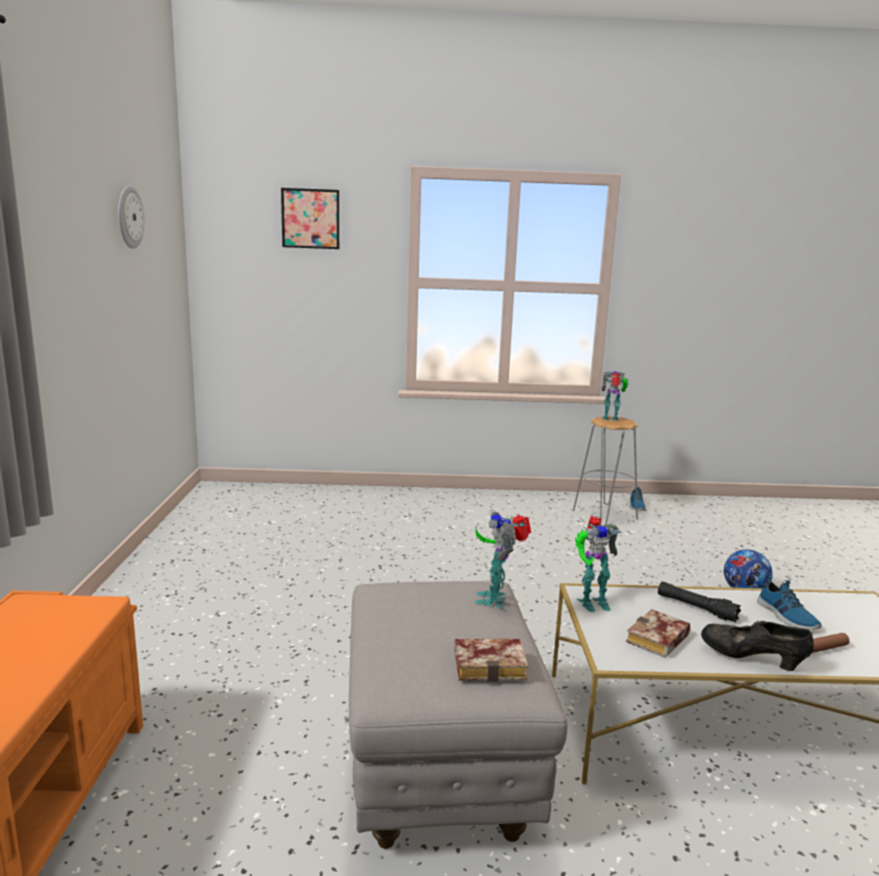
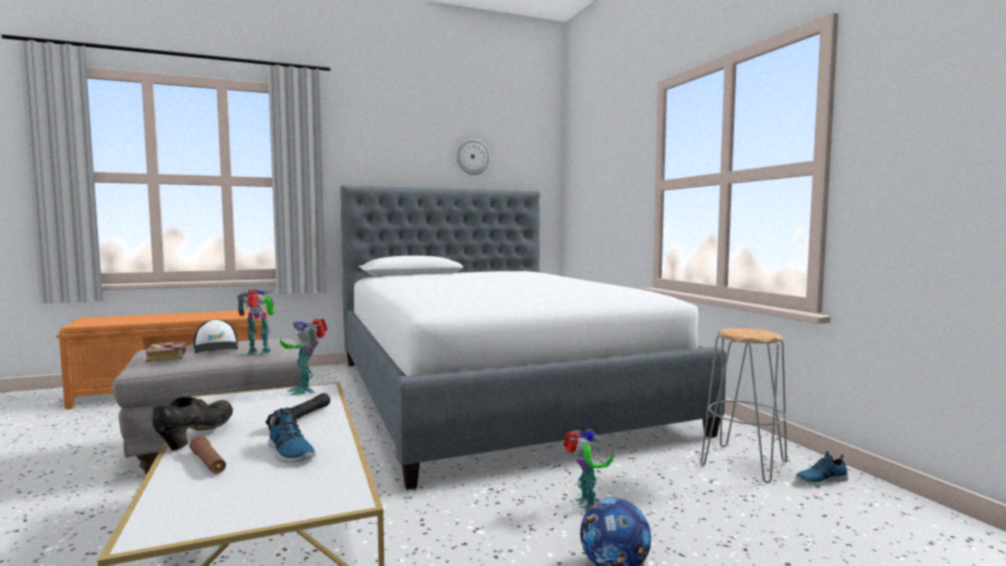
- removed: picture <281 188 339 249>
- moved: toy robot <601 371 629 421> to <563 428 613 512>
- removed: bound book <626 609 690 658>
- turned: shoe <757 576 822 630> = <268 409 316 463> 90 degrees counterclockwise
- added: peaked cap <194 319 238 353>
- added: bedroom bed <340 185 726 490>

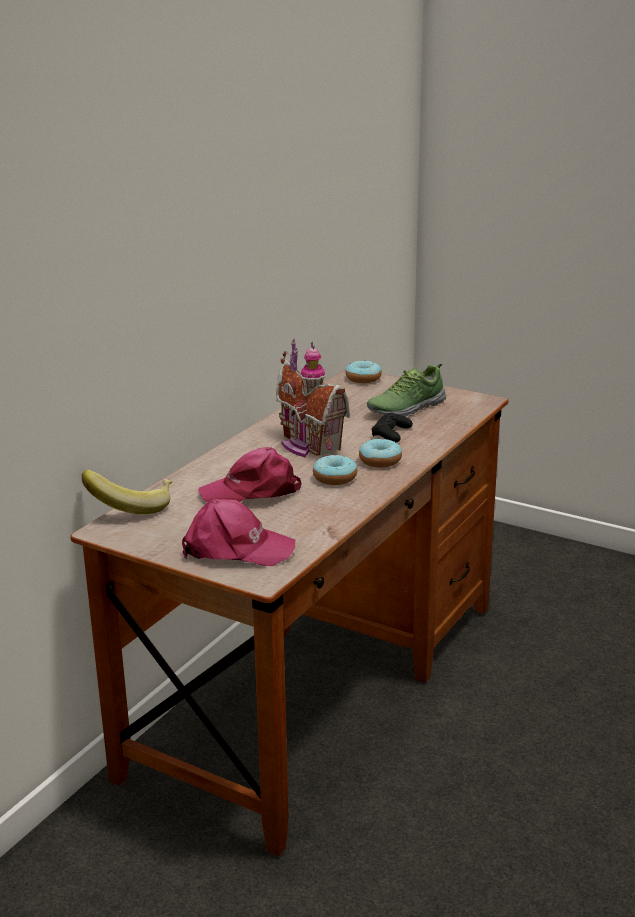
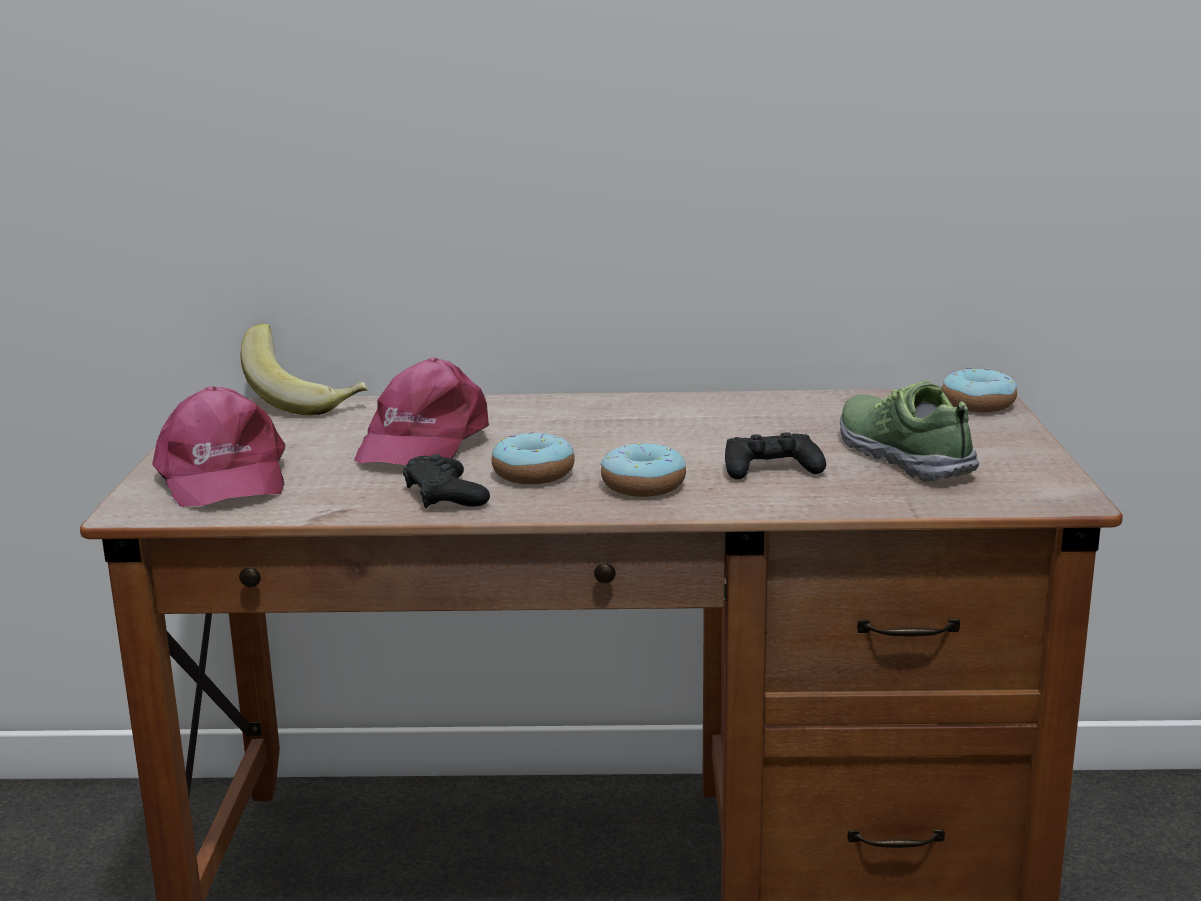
- turned: peaked cap (pinkish) <198 447 301 503> = <354 357 489 465> 120 degrees counterclockwise
- removed: toy house <276 339 350 457>
- turned: shoe <367 364 446 417> = <840 380 979 481> 45 degrees clockwise
- added: joypad (blackish) <403 454 490 509>

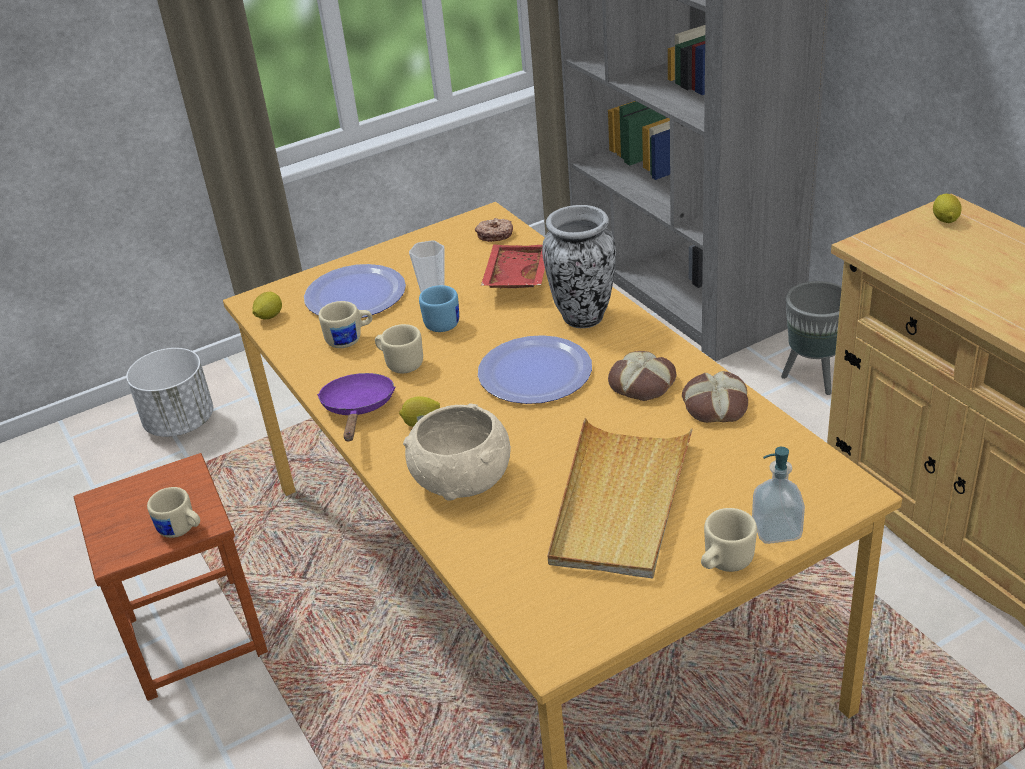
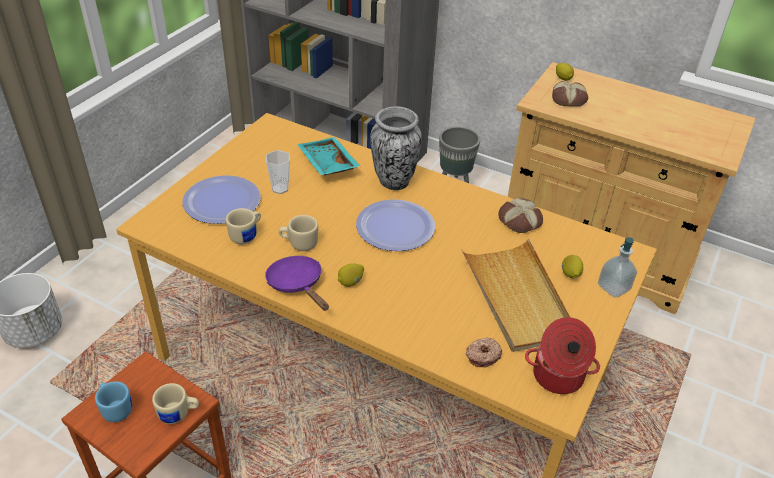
- moved: whole lemon <253 292 282 319> to <562 255 583 278>
- removed: serving bowl (beige) <403 403 511 500>
- moved: mug (bluish) <419 285 459 332> to <95 381 132 422>
- moved: ring doughnut <475 218 513 242> to <466 337 502 367>
- recoloured: tray (red-coloured) <481 245 545 288> to tray (turquoise-coloured) <297 137 361 175>
- moved: bakery bread <608 351 676 401> to <552 80 588 107>
- removed: mug (beige) <701 508 757 572>
- added: cooking pot <525 317 600 394>

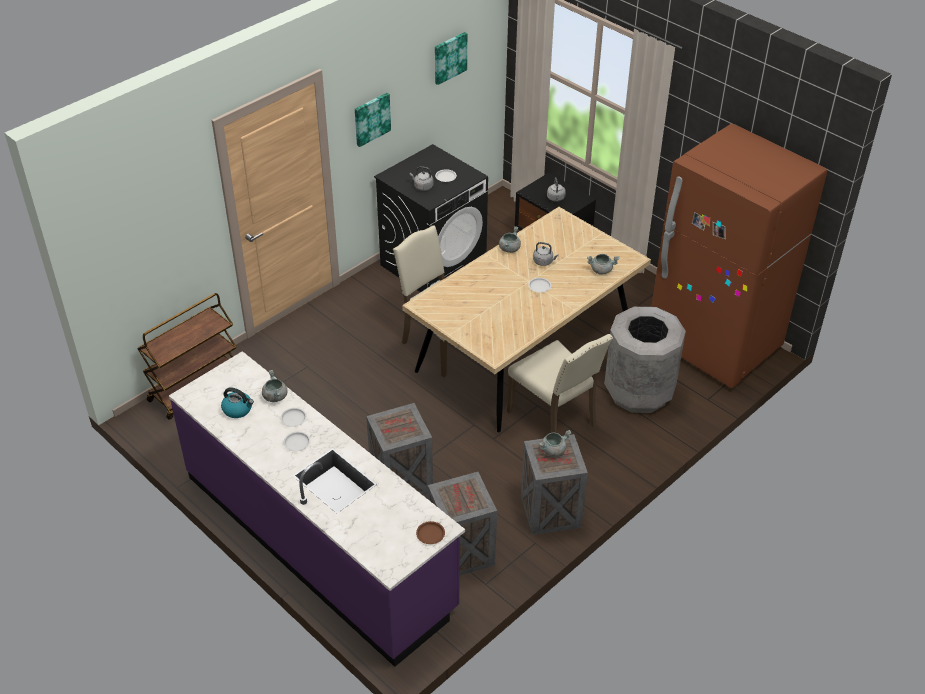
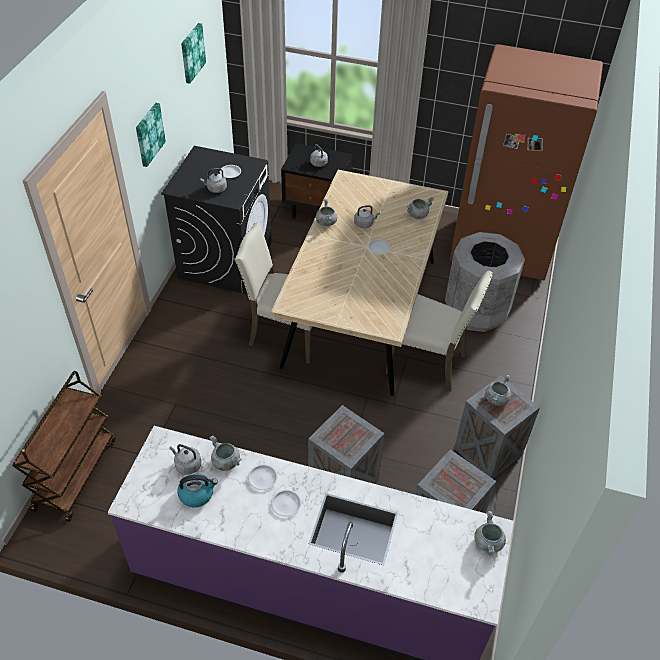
- replaced: plate (brown) <416 521 445 544> to cooking pot (grey) <474 511 506 555>
- added: tea kettle (grey) <169 444 201 475>

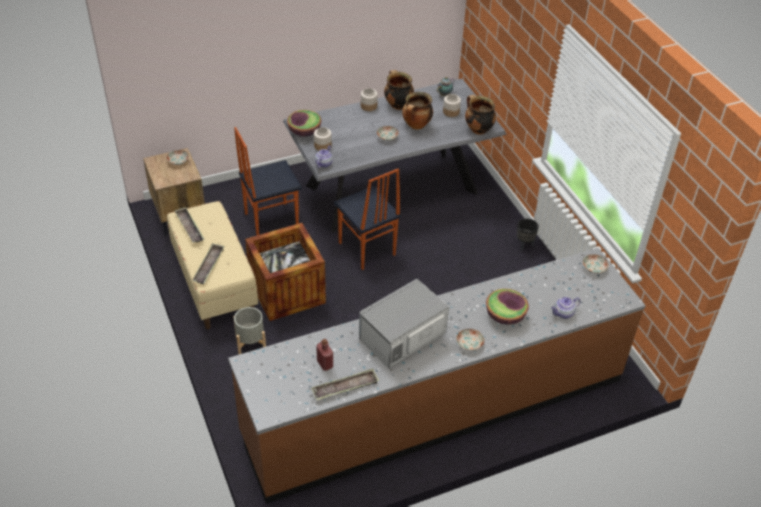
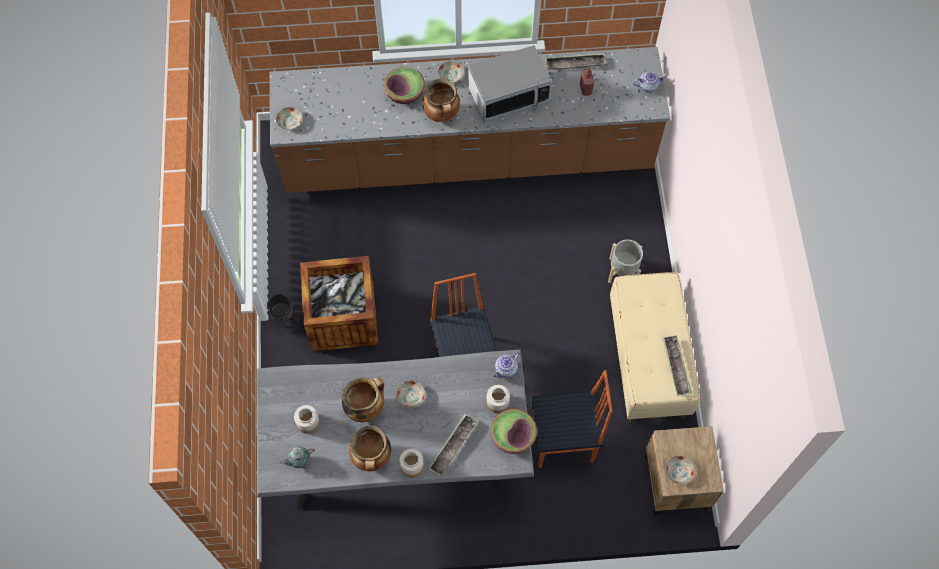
- moved: tray <192 243 224 284> to <429 414 478 477>
- moved: crate <245 223 326 321> to <300 256 379 352>
- moved: cooking pot <465 95 496 135> to <422 78 460 122>
- moved: teapot <551 297 581 319> to <633 72 667 93>

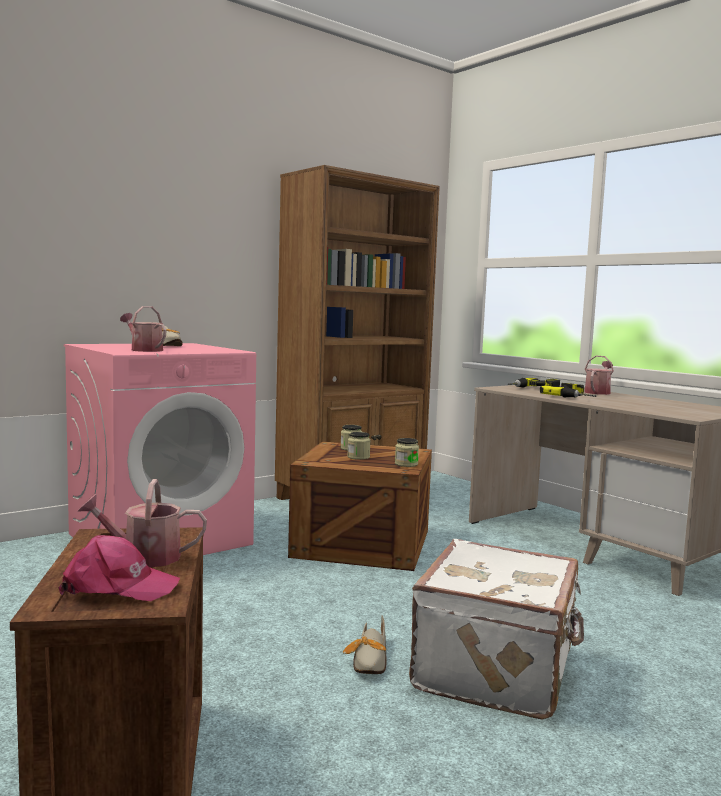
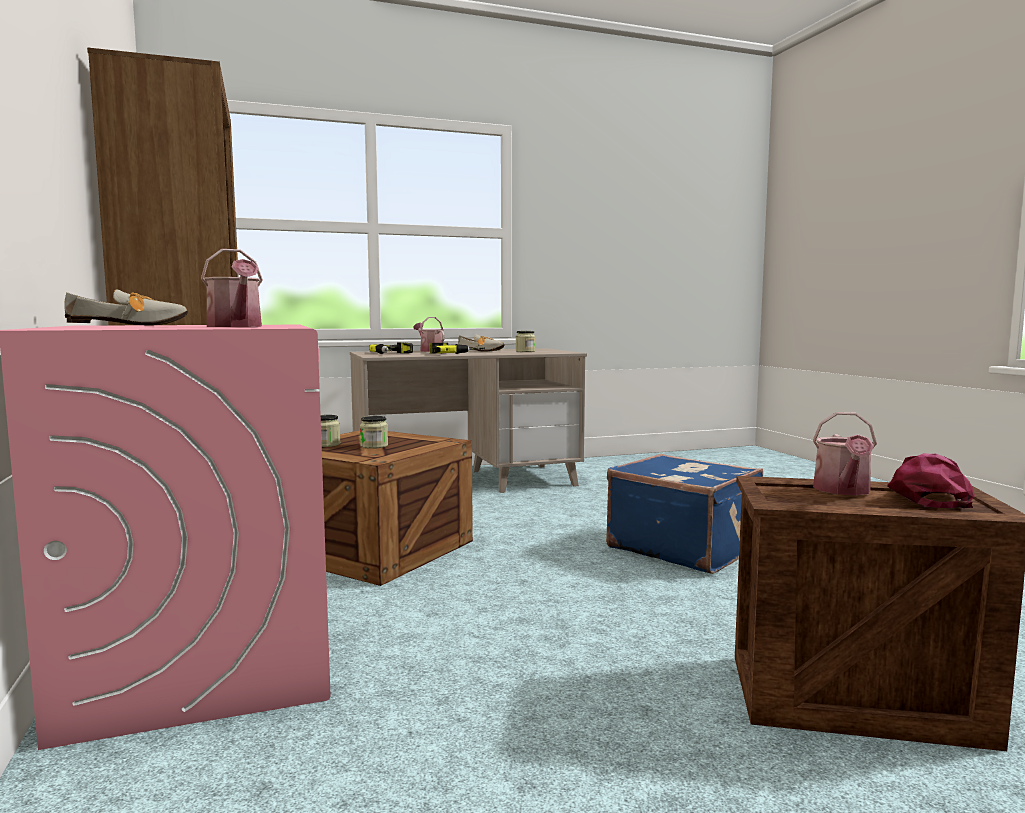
- turned: watering can <120 306 166 352> = <201 249 263 327> 90 degrees counterclockwise
- moved: shoe <343 616 387 674> to <458 334 505 352>
- moved: jar <395 438 419 467> to <516 331 535 352>
- recoloured: piece of luggage (white) <409 539 584 719> to piece of luggage (bluish) <606 454 763 574>

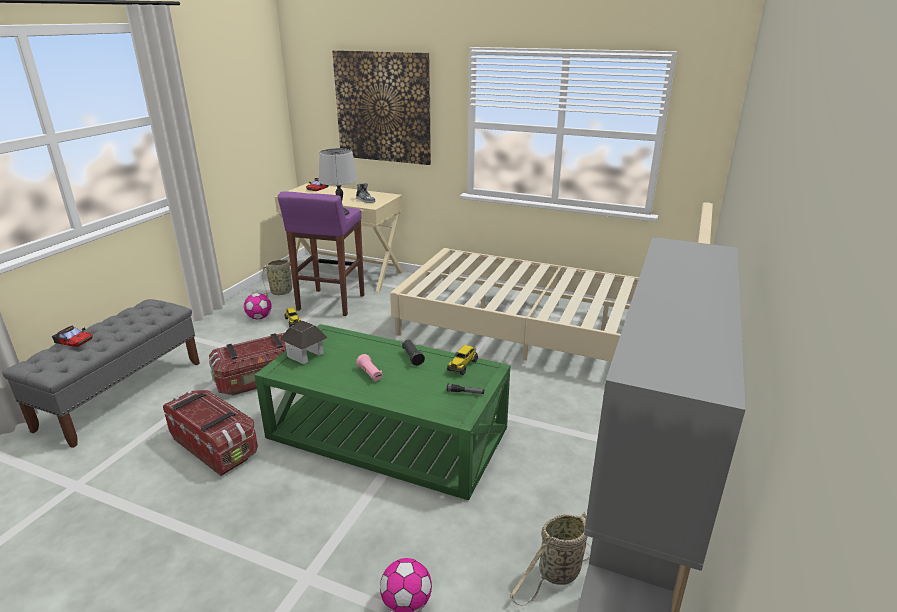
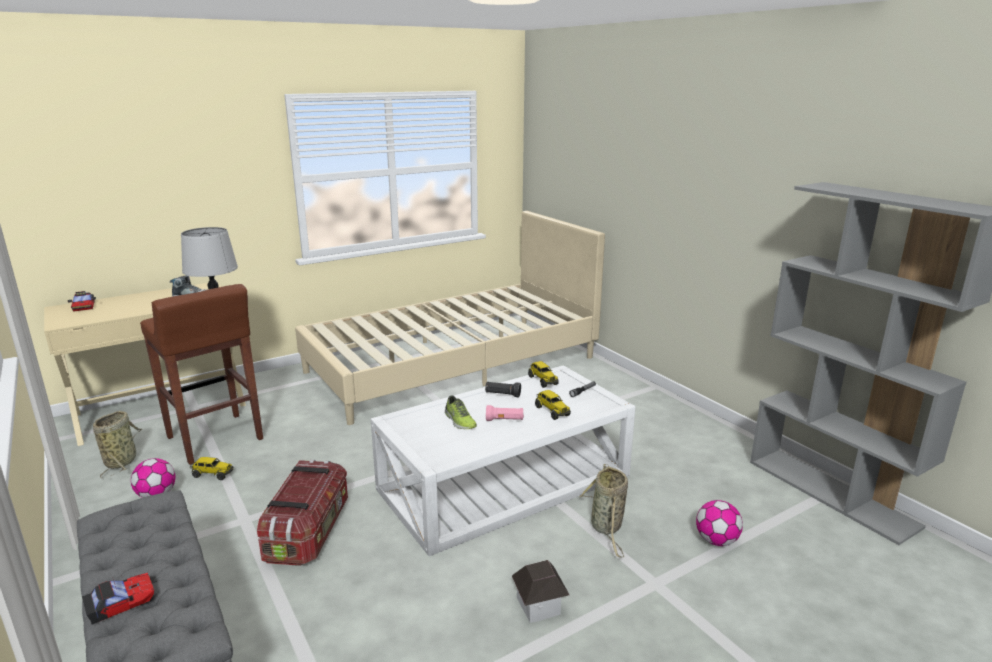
- removed: storage container <163 390 258 476>
- recoloured: lounge table (green-coloured) <255 324 510 500> to lounge table (white) <371 365 635 556>
- recoloured: stool (purple) <277 191 364 316> to stool (brown) <140 284 263 465>
- moved: toy house <280 321 328 364> to <512 560 569 623>
- removed: picture <332 50 431 165>
- moved: basket <510 512 591 606> to <579 464 628 558>
- added: shoe <445 396 477 429>
- added: model truck <535 390 571 420>

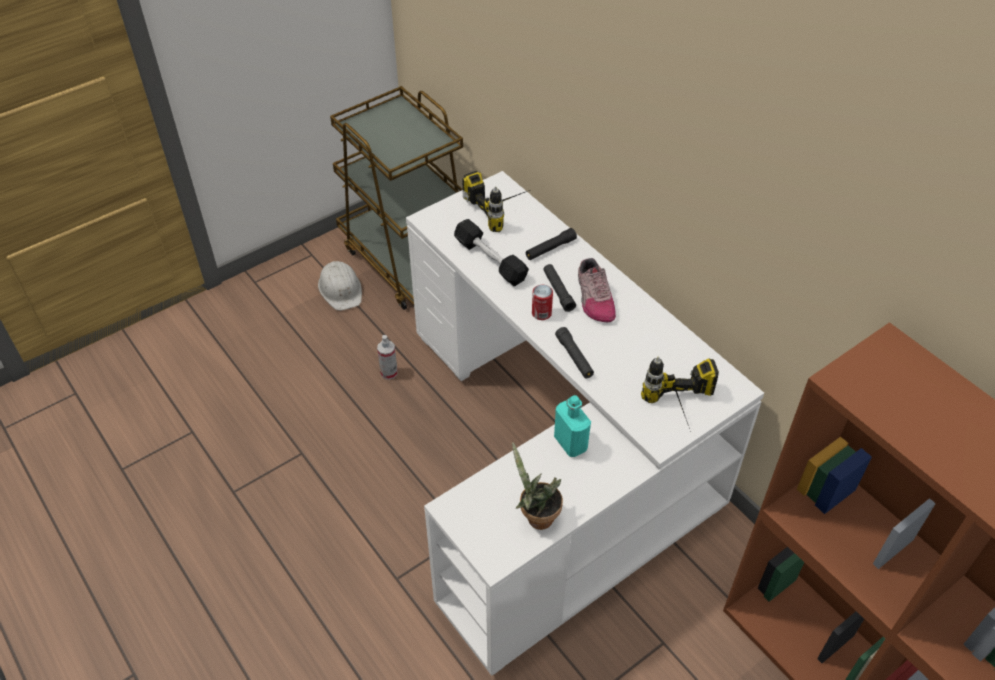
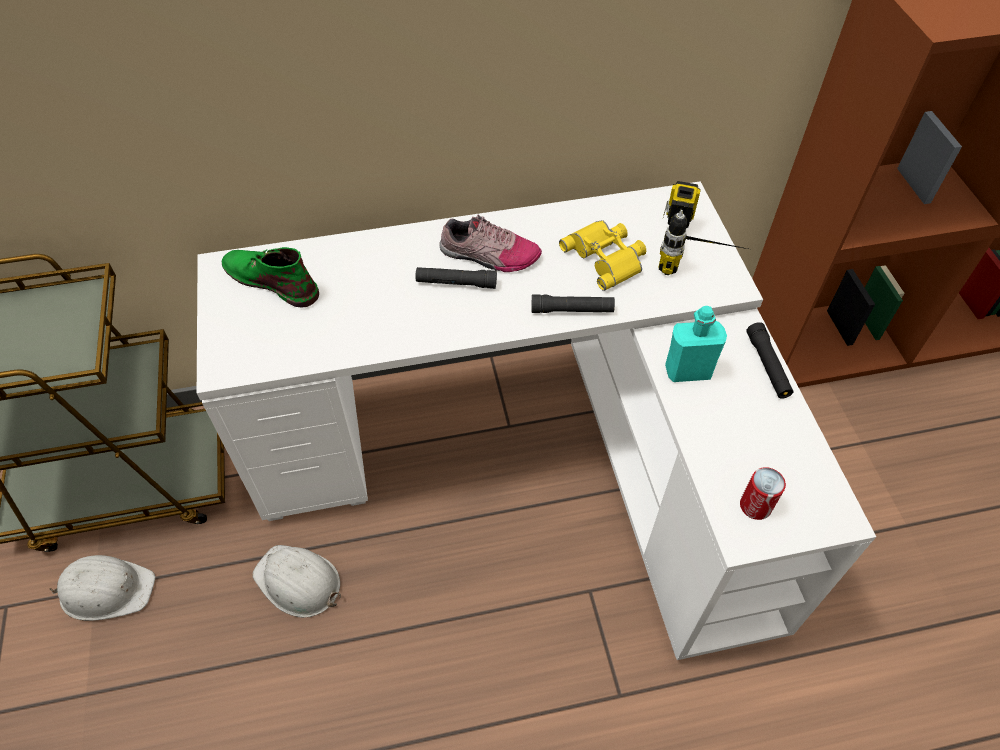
- replaced: spray bottle <377 335 398 380> to hard hat (white) <252 545 341 618>
- removed: hand weight (blackish) <454 219 529 286>
- replaced: electric drill <462 171 530 232> to high-top boot (green-coloured) <222 247 319 307>
- removed: potted plant <512 442 563 530>
- moved: flashlight (blackish) <526 228 577 260> to <746 322 793 399>
- moved: sealed can <532 285 553 320> to <740 467 786 520>
- added: field glasses (yellow) <559 220 646 291>

